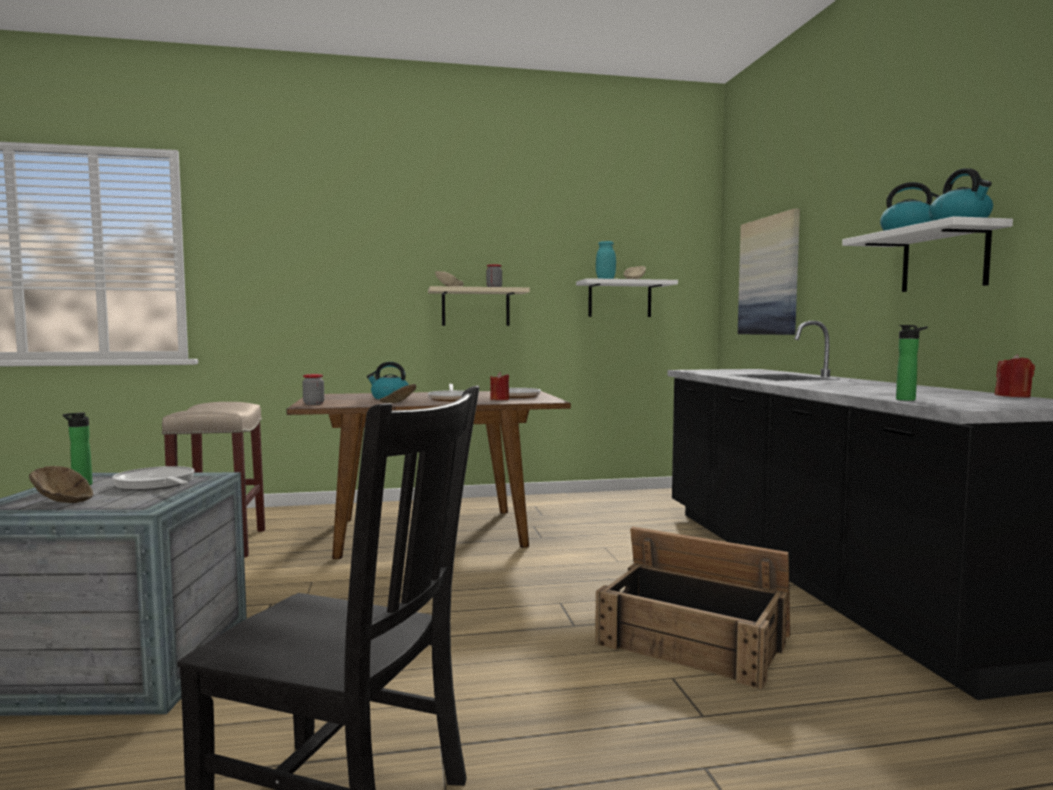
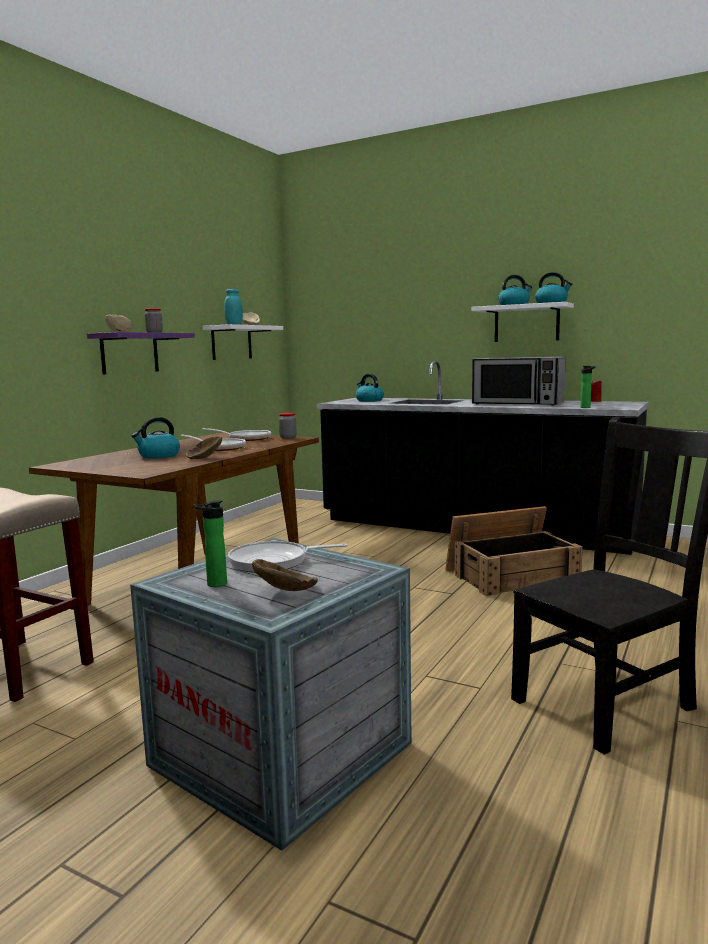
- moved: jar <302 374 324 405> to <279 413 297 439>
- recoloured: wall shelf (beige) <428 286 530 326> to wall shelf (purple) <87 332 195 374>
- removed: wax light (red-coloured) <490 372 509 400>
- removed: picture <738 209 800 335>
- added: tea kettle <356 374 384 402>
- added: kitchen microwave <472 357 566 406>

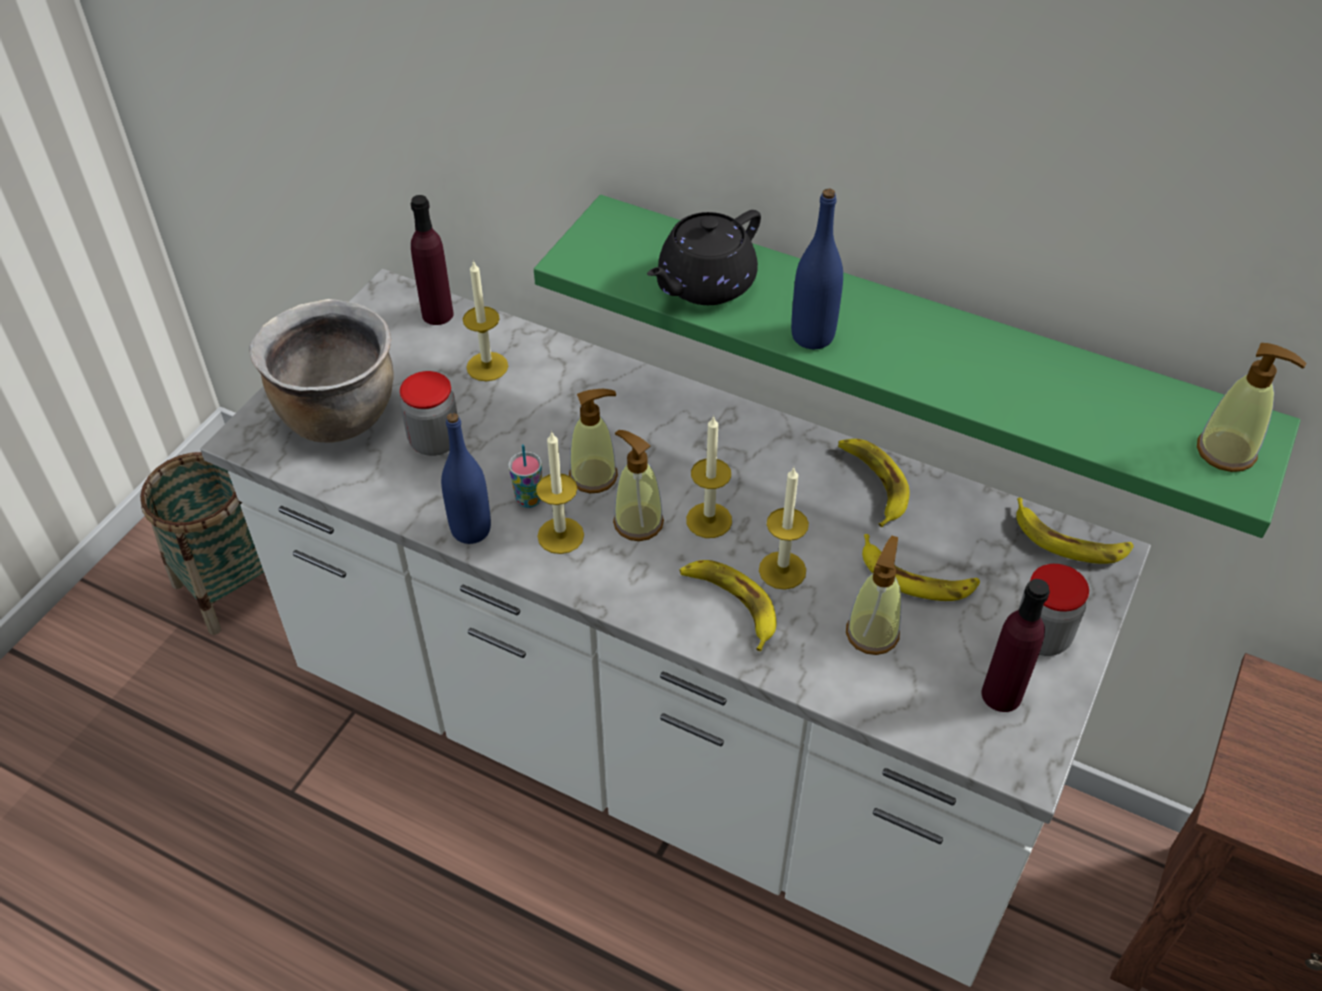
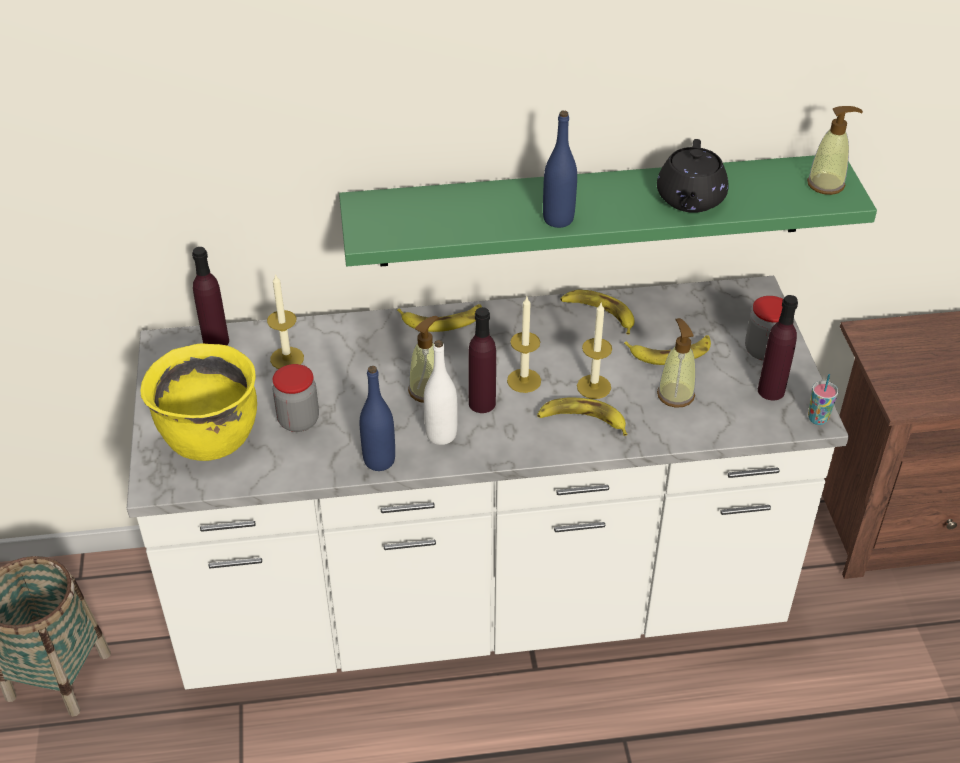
- recoloured: cooking pot (brown) <249 299 394 443> to cooking pot (yellow) <141 343 257 461>
- moved: drinking cup <508 444 542 508> to <808 374 838 425>
- replaced: wax light <536 431 584 554> to drink bottle (white) <424 340 457 445>
- replaced: soap bottle <613 430 664 541> to drink bottle (purple) <468 307 496 413>
- moved: teapot (blackish) <647 210 761 305> to <657 139 729 213>
- moved: whole banana <1016 498 1134 564> to <397 304 482 332>

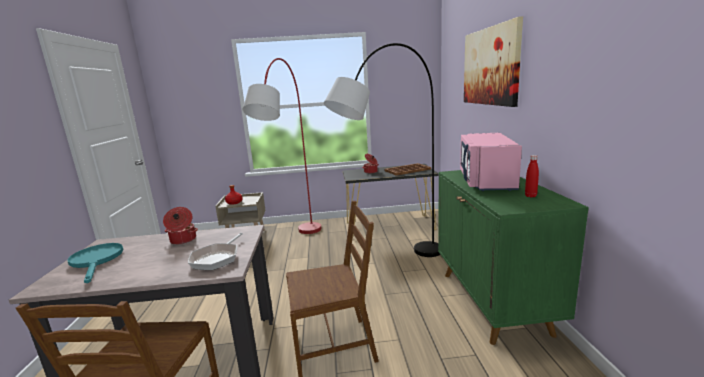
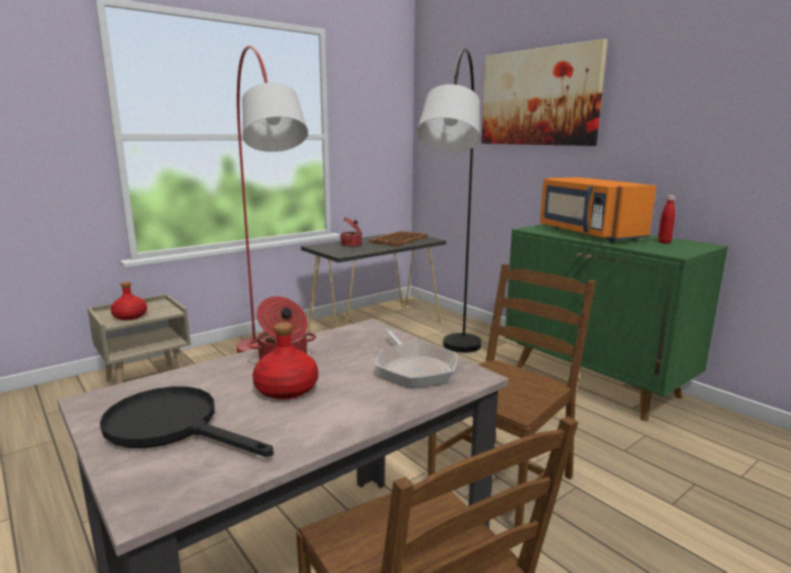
- recoloured: skillet (turquoise-coloured) <68 243 124 283> to skillet (blackish) <100 386 273 457>
- recoloured: kitchen microwave (pinkish) <460 133 522 191> to kitchen microwave (orange-coloured) <540 177 656 242>
- added: drink bottle (red-coloured) <253 322 318 400>

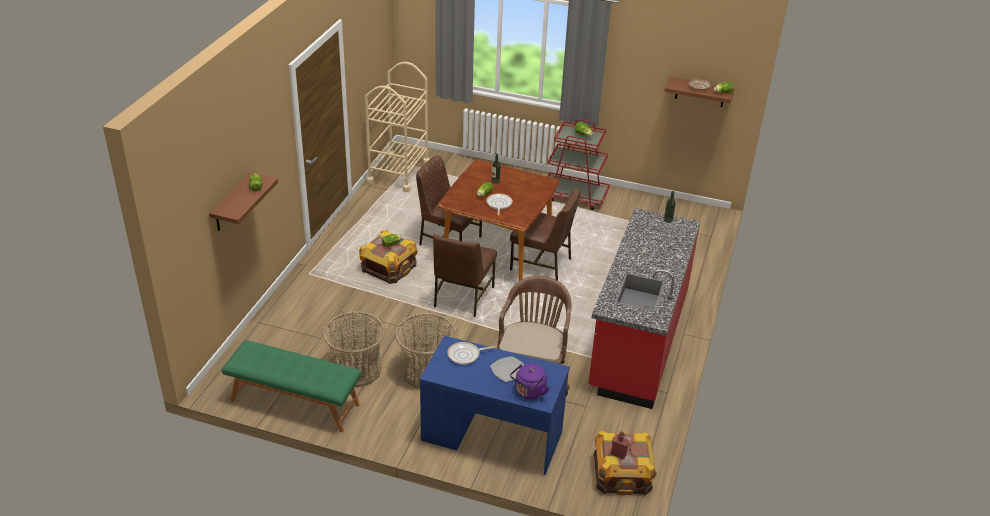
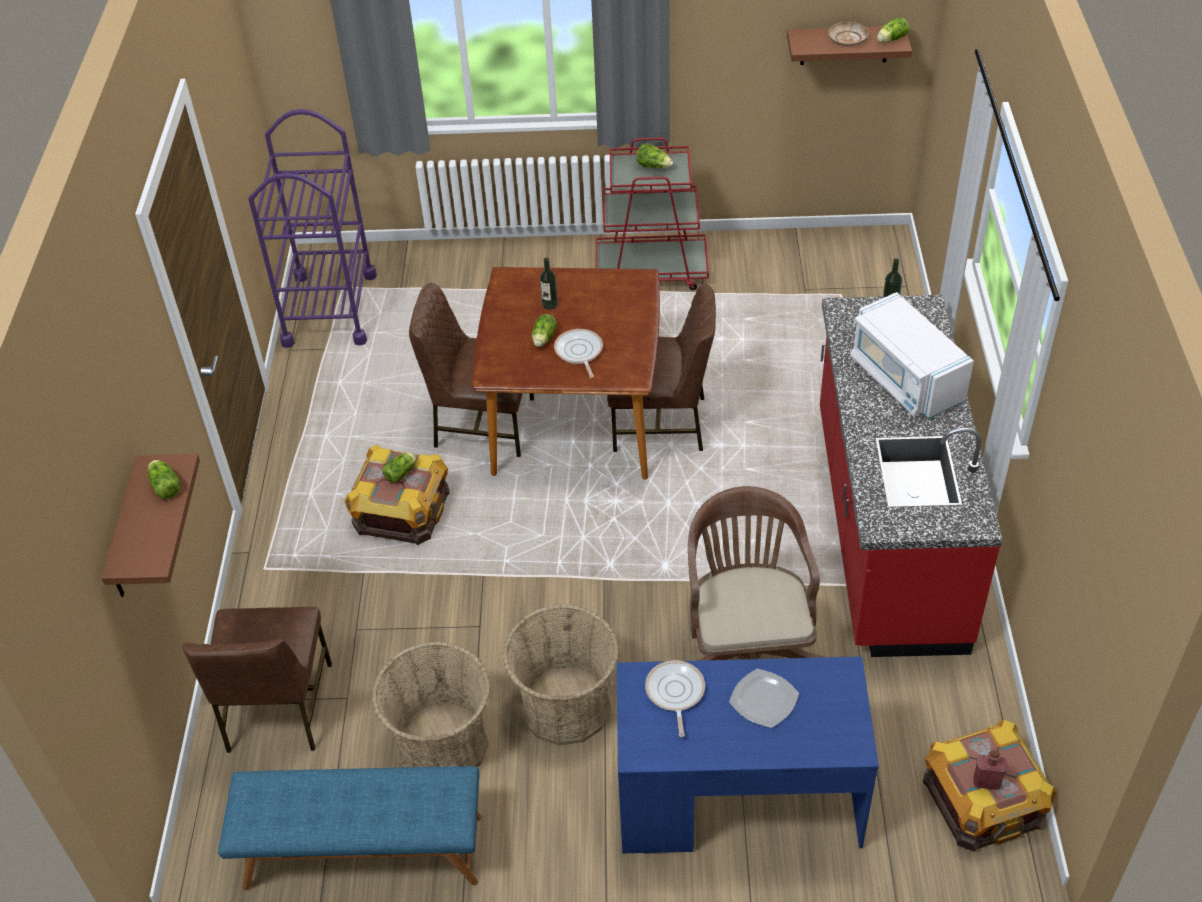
- recoloured: bench (green-coloured) <222 340 362 432> to bench (bluish) <218 766 482 890>
- recoloured: wheeled cart (beige) <365 62 430 192> to wheeled cart (purple) <249 109 377 348>
- moved: plain chair (brown) <433 234 497 317> to <182 607 332 753>
- turned: skillet <447 342 495 365> = <645 660 705 737> 120 degrees clockwise
- removed: tea kettle (purple) <510 364 549 399>
- added: kitchen microwave (white) <850 292 974 419>

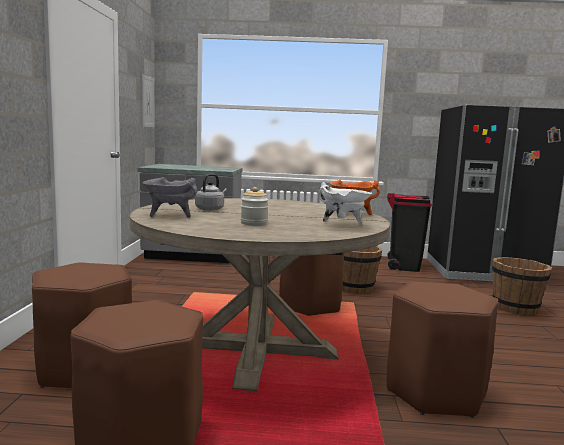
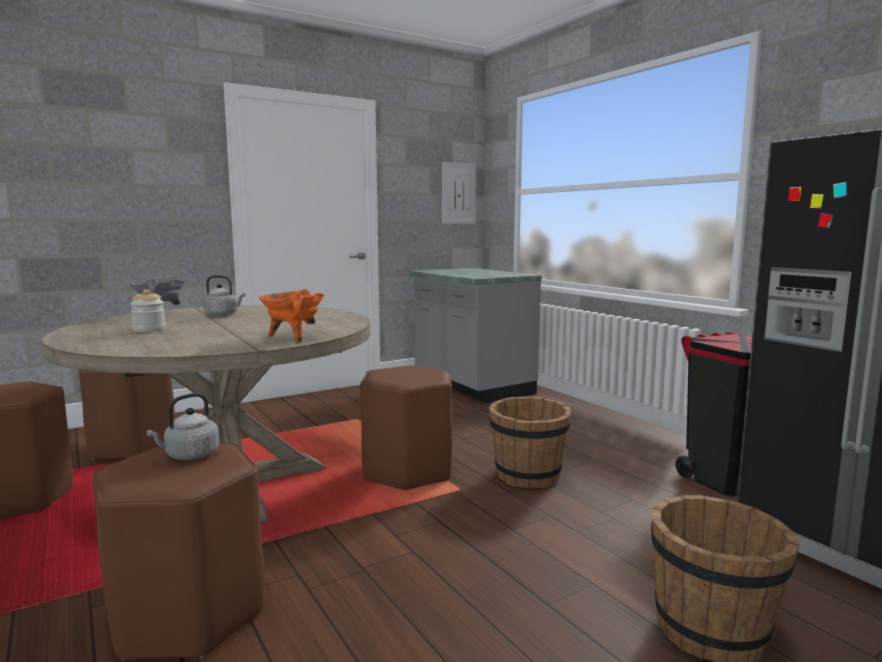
- removed: cooking pot (white) <319 182 372 224>
- added: tea kettle (grey) <147 393 219 460>

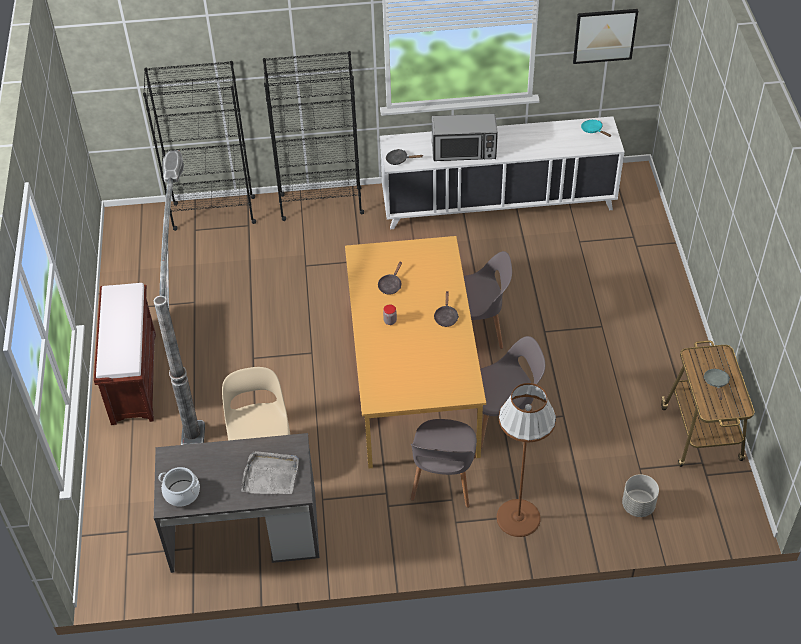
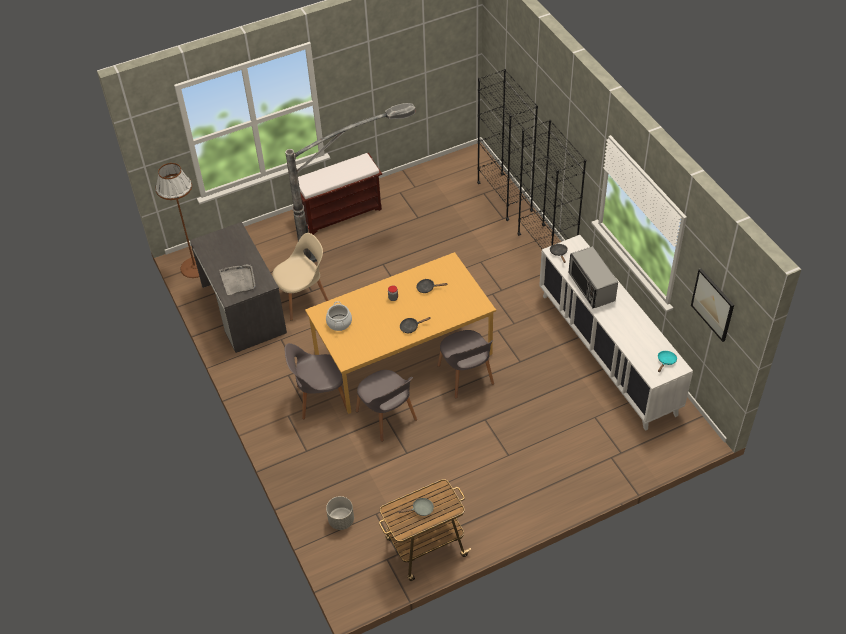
- moved: cooking pot <158 467 200 507> to <326 301 352 331>
- moved: standard lamp (brown) <497 383 556 537> to <155 163 199 278>

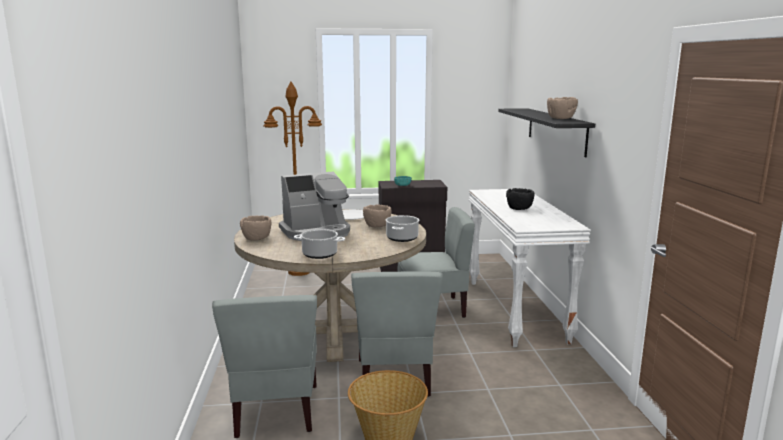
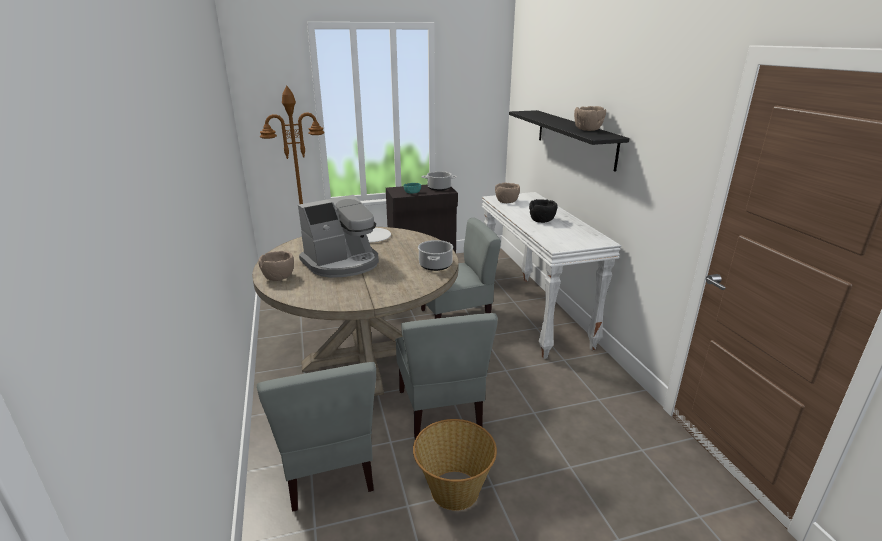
- moved: cooking pot <294 229 345 259> to <422 171 457 191>
- moved: serving bowl (brown) <363 204 391 227> to <495 183 520 203>

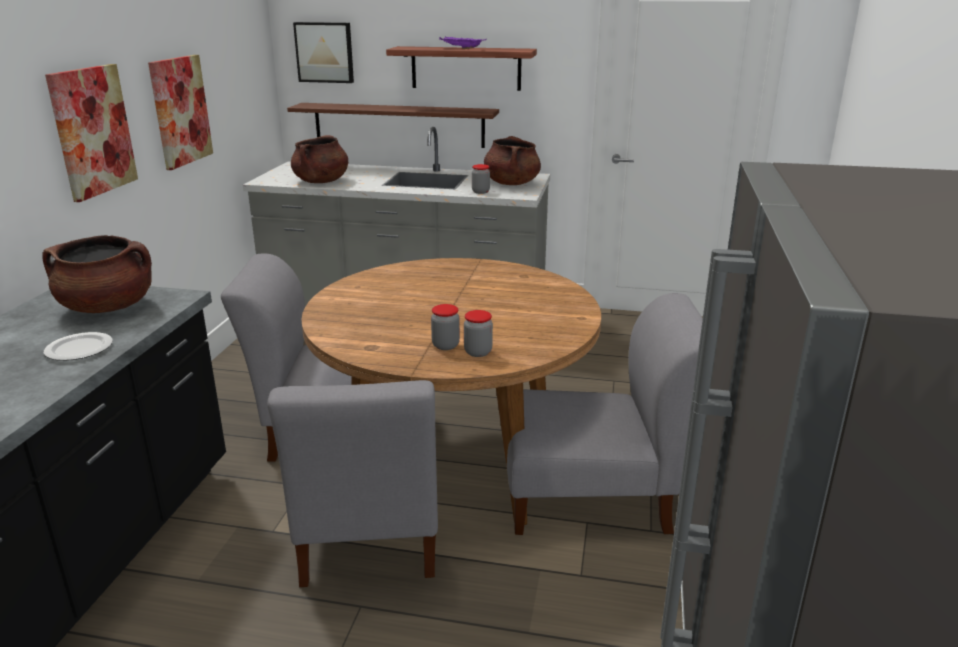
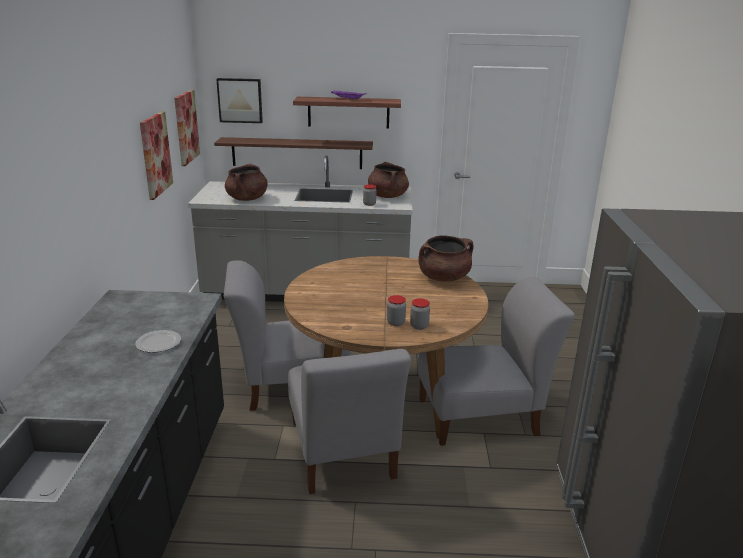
- moved: cooking pot (brown) <42 235 152 313> to <418 235 474 282>
- moved: picture <45 64 138 202> to <174 90 200 166>

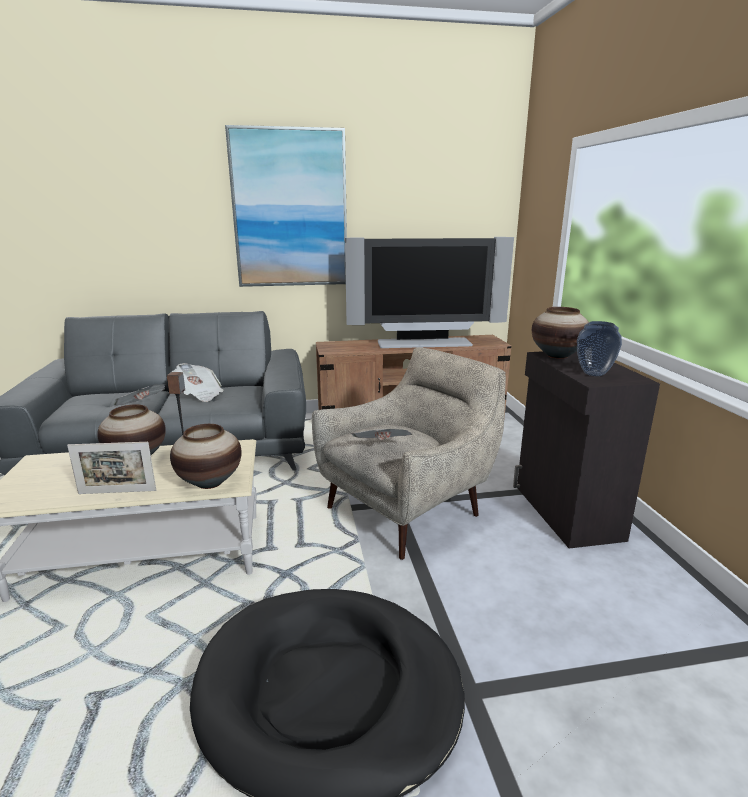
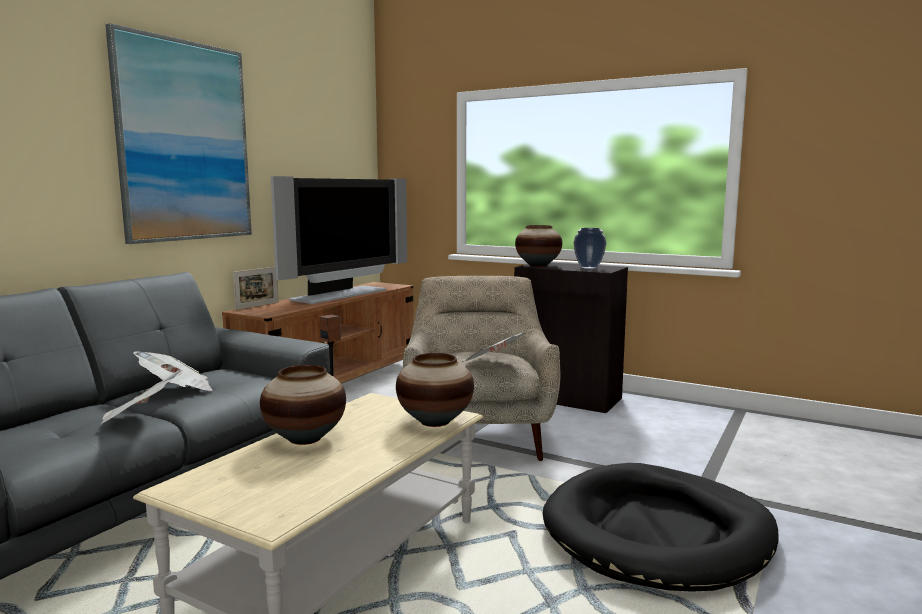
- moved: picture frame <67 442 156 494> to <233 267 278 310>

